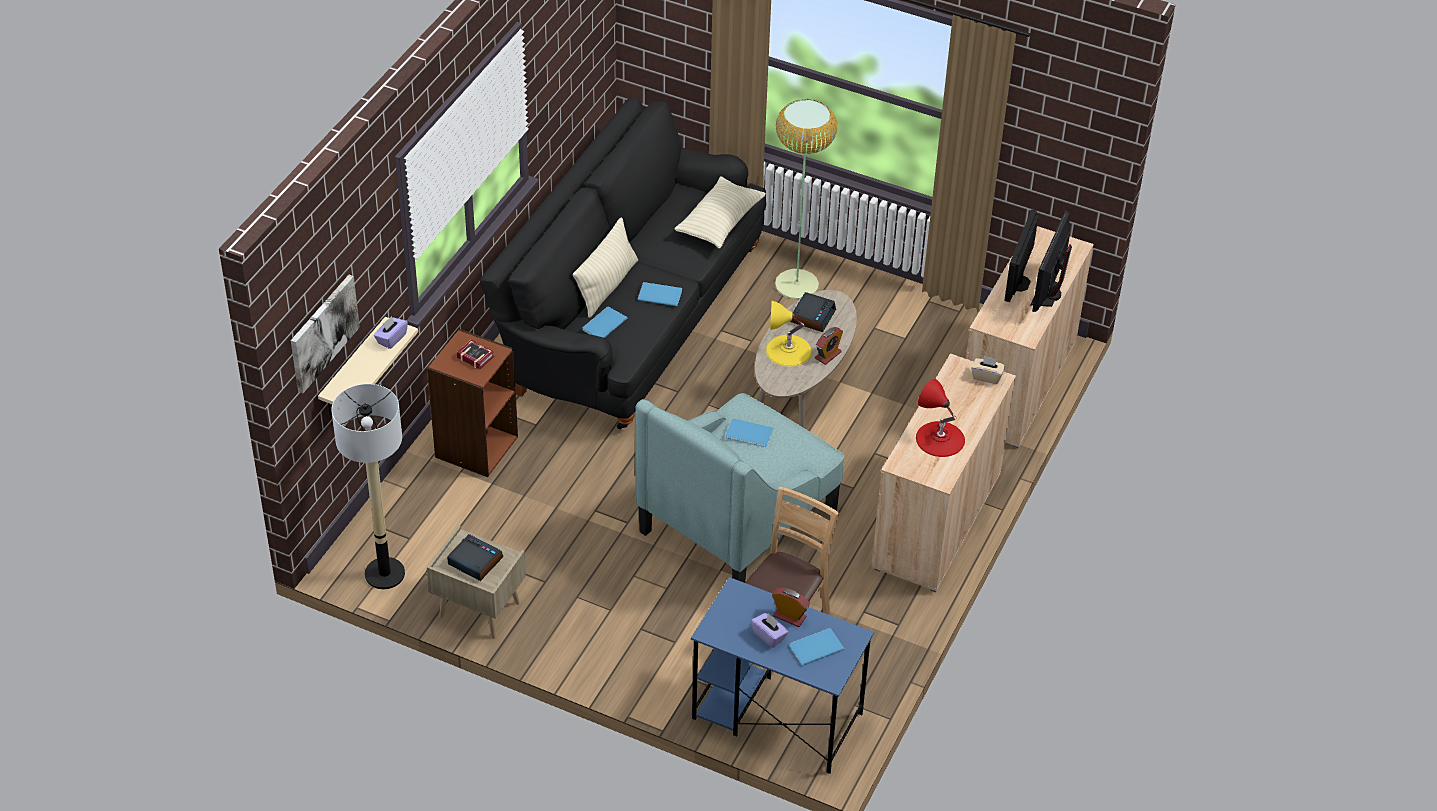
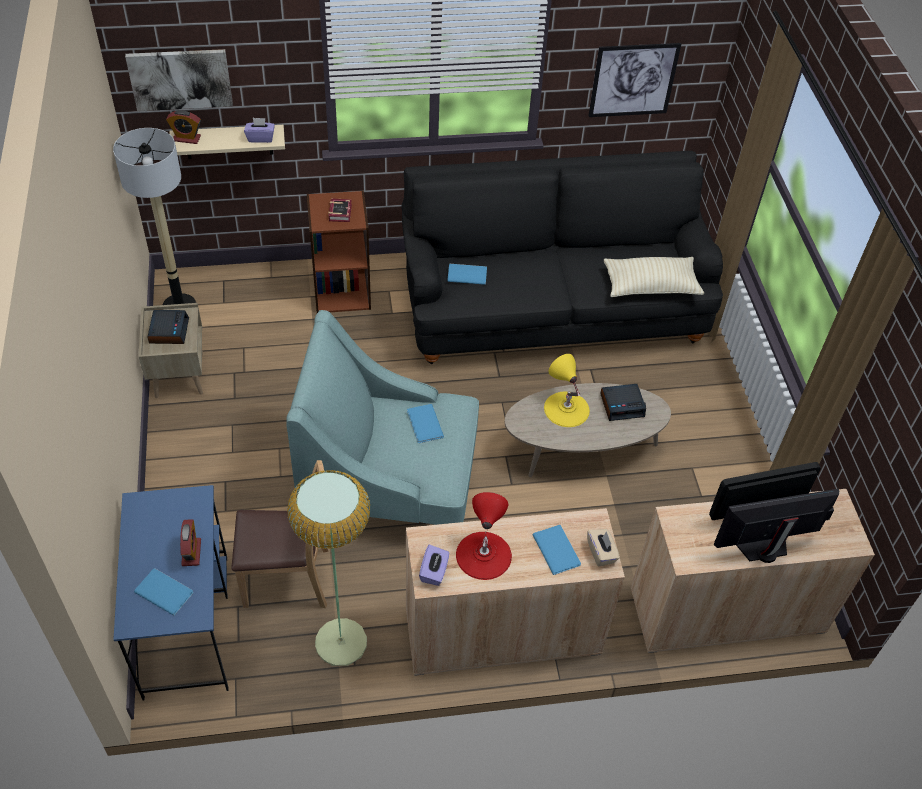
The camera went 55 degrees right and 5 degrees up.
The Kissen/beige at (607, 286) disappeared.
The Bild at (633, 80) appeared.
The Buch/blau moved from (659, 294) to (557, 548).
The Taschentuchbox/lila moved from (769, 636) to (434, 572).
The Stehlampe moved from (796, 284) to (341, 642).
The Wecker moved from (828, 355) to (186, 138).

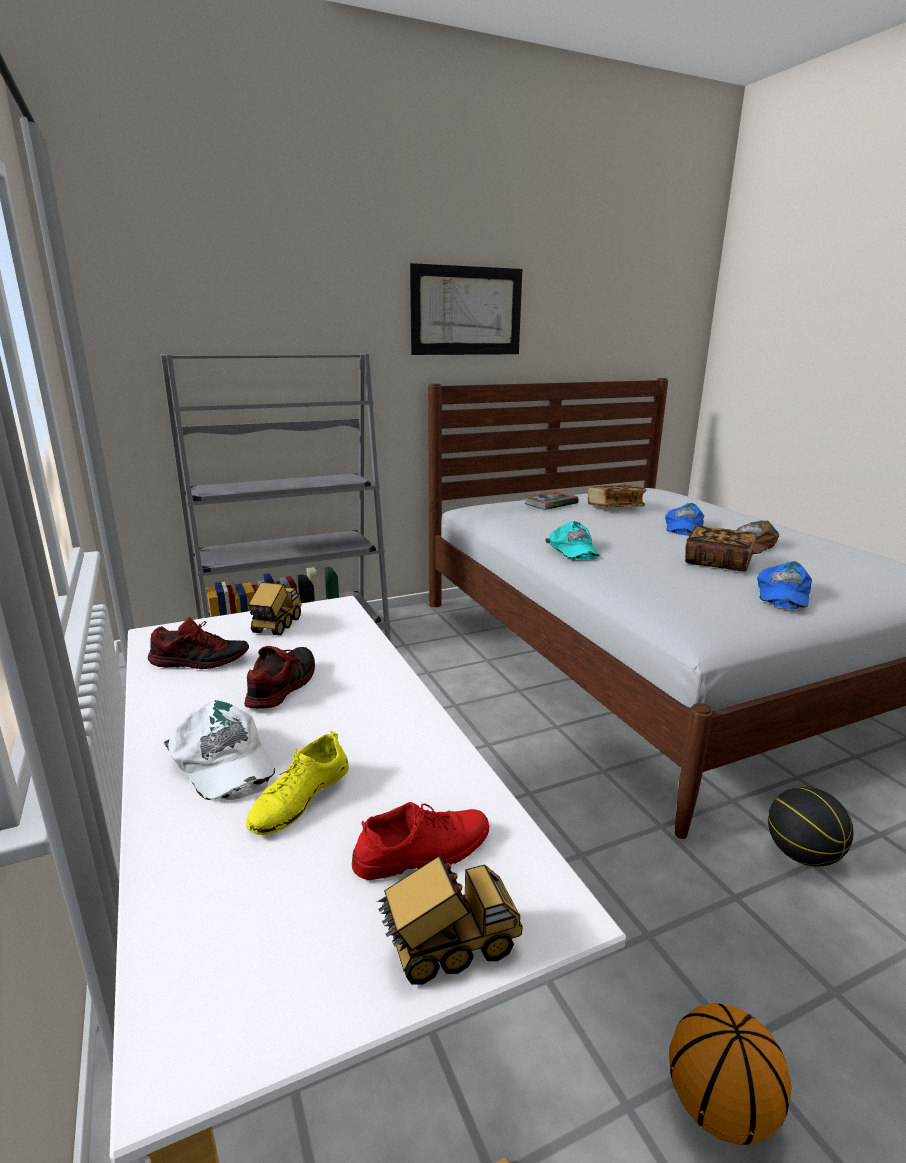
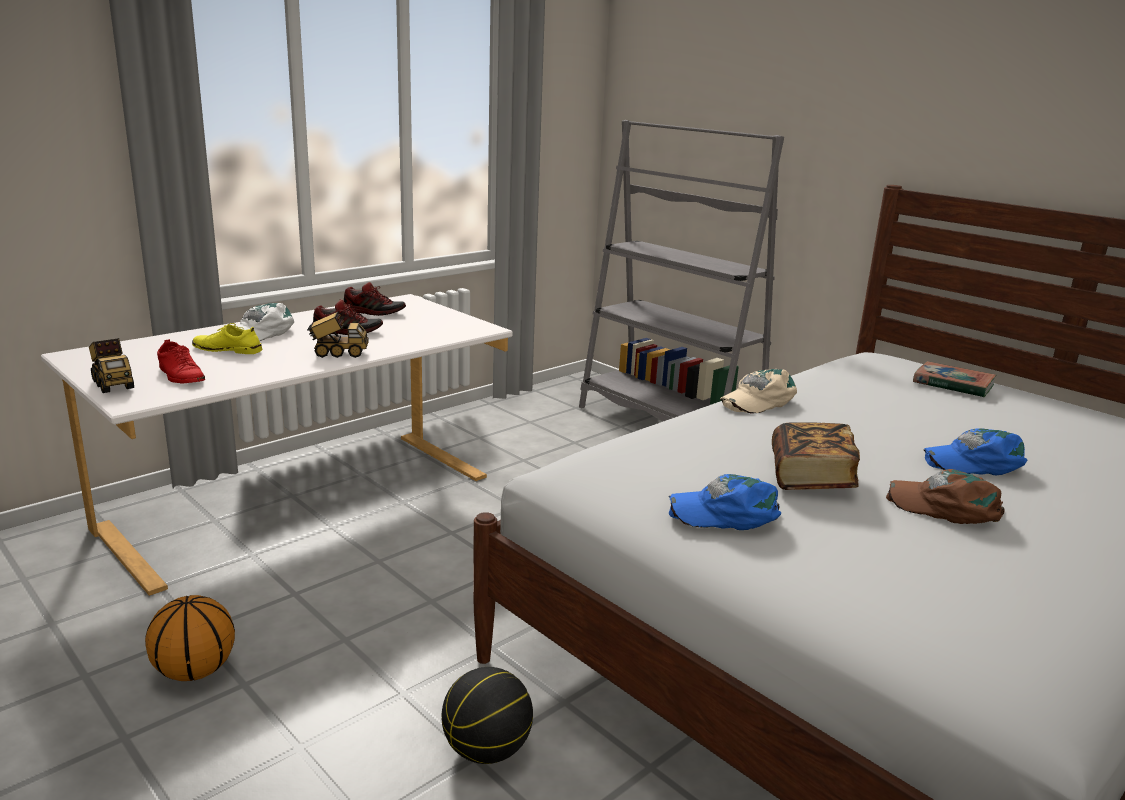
The camera went 70 degrees right and 0 degrees up.
The Bild at (466, 311) disappeared.
The Buch at (615, 508) disappeared.
The Spielzeuglaster moved from (276, 626) to (339, 353).
The Kappe/türkis at (573, 549) became the Kappe/beige at (757, 400).
The Schuh at (200, 661) turned 60 degrees counterclockwise.

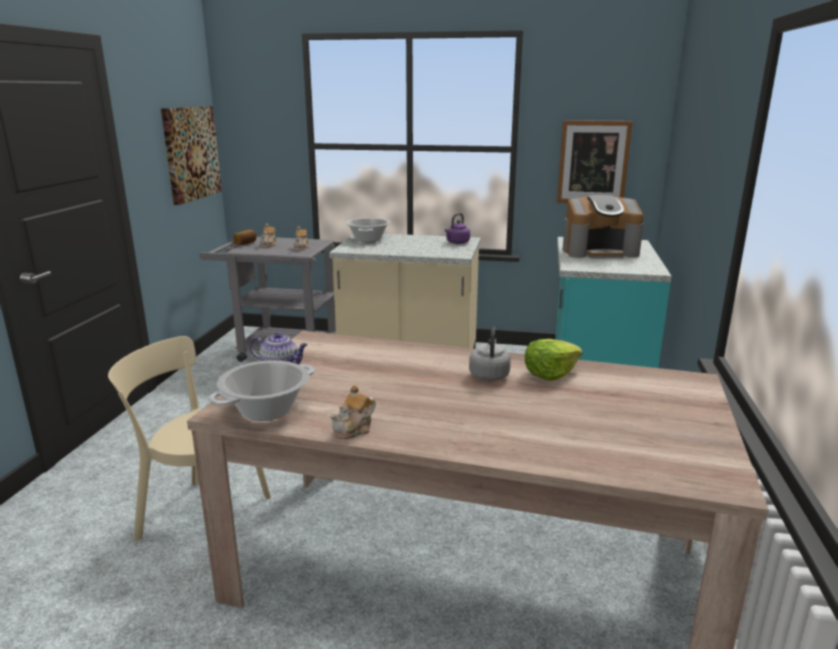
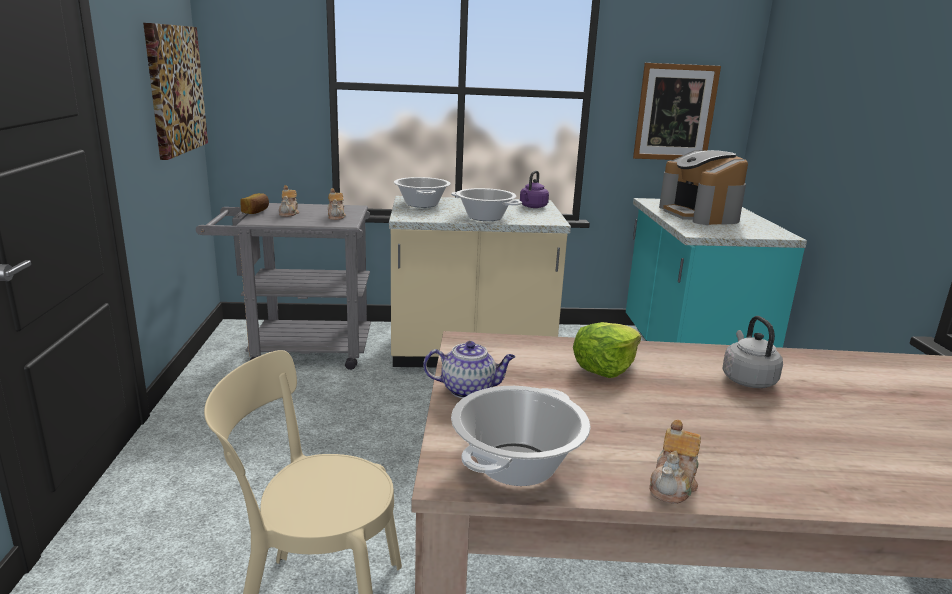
The camera went 15 degrees left and 0 degrees up.
The Kochtopf at (485, 217) appeared.
The Salatkopf moved from (550, 373) to (604, 367).
The Kaffeemaschine at (599, 251) turned 90 degrees clockwise.

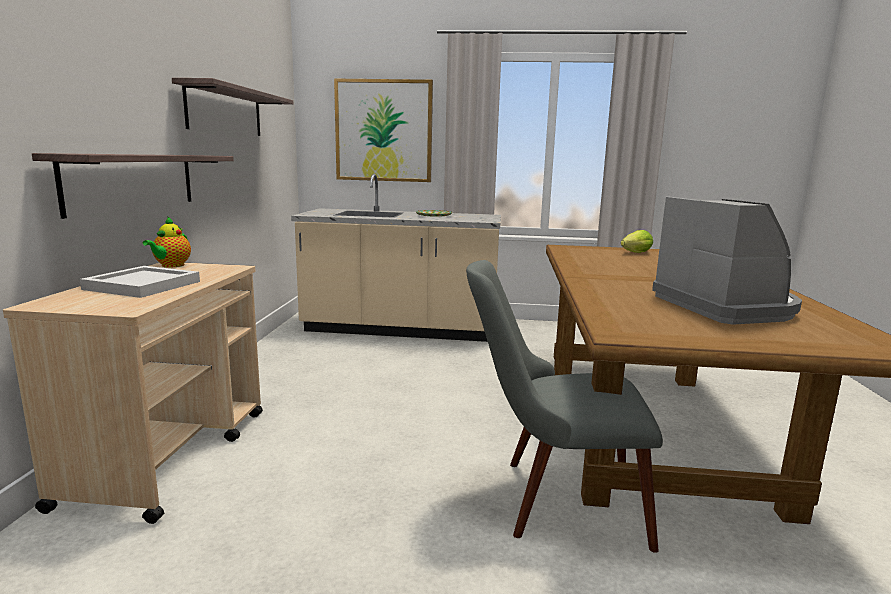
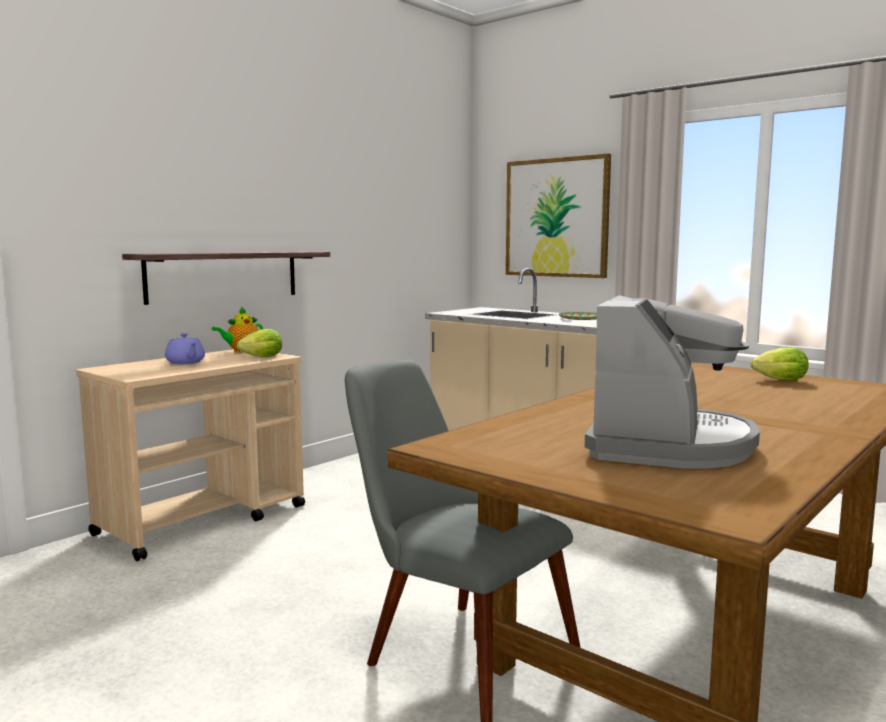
The camera went 35 degrees right and 5 degrees down.
The Wandregal at (225, 111) disappeared.
The Salatkopf at (259, 357) appeared.
The Tablett/weiß at (143, 285) was replaced by the Teekanne/lila at (186, 363).

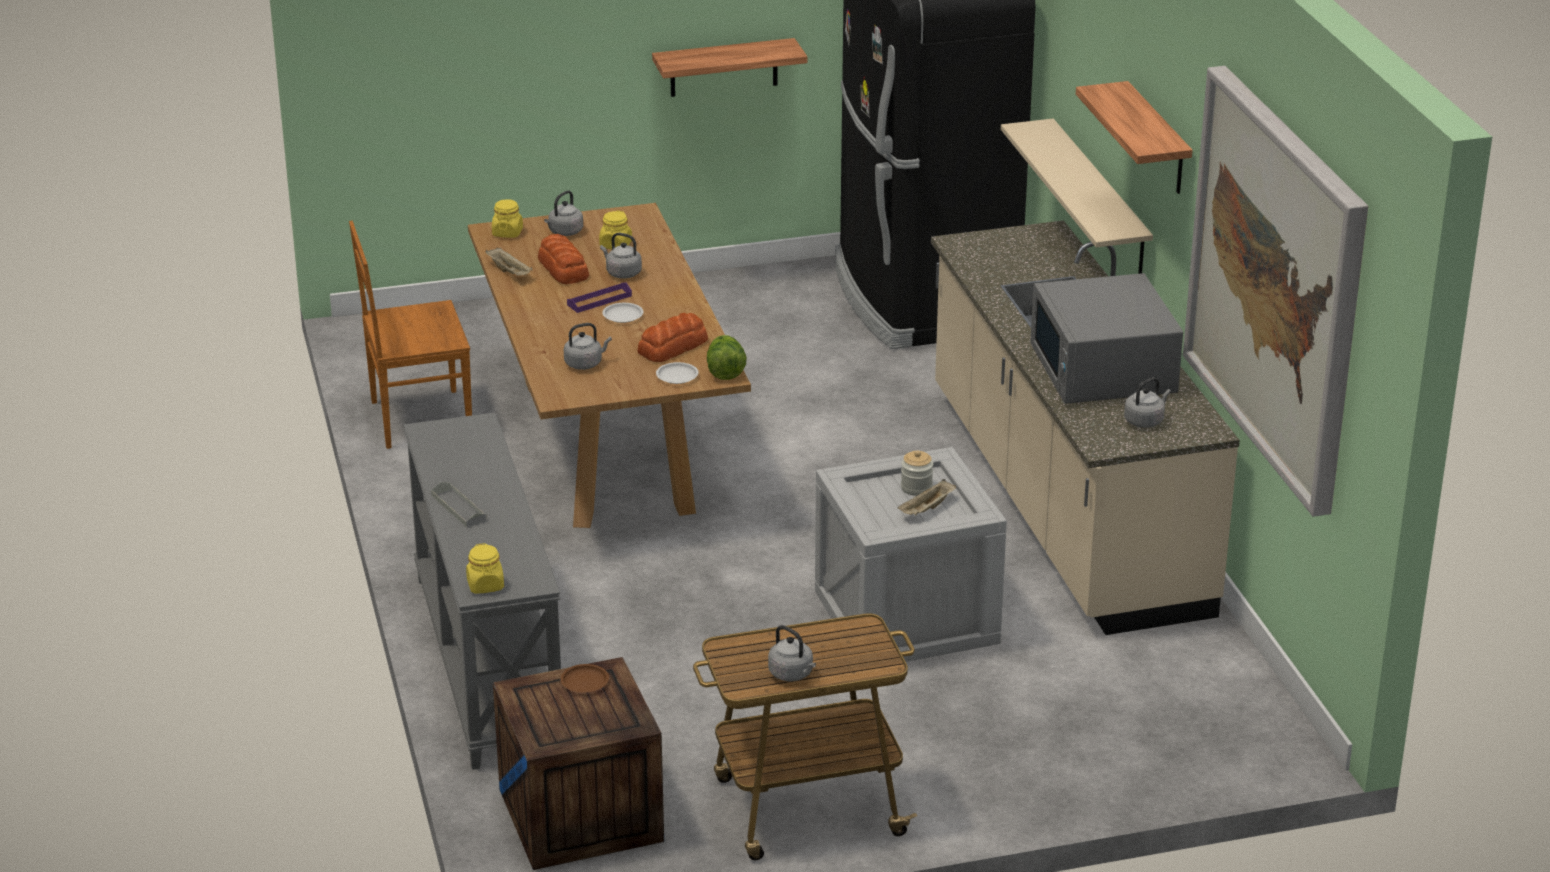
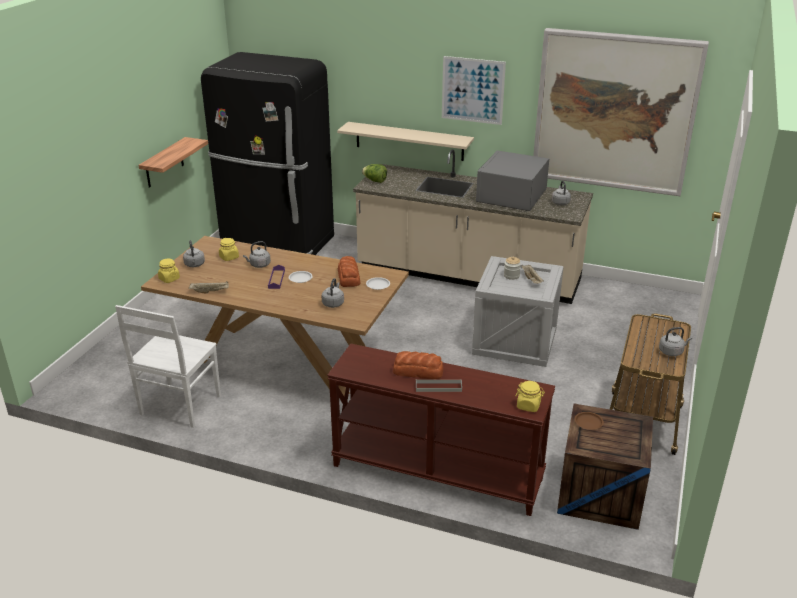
The camera went 55 degrees left and 0 degrees up.
The Brot moved from (563, 269) to (418, 371).
The Salatkopf moved from (725, 371) to (375, 181).
The Wandregal at (1157, 140) was replaced by the Bild at (472, 90).
The Stuhl/braun at (417, 419) became the Stuhl/weiß at (179, 406).
The Konsolentisch/grau at (485, 663) became the Konsolentisch/braun at (436, 473).
The Mikrowelle/grau at (1102, 371) turned 90 degrees clockwise.

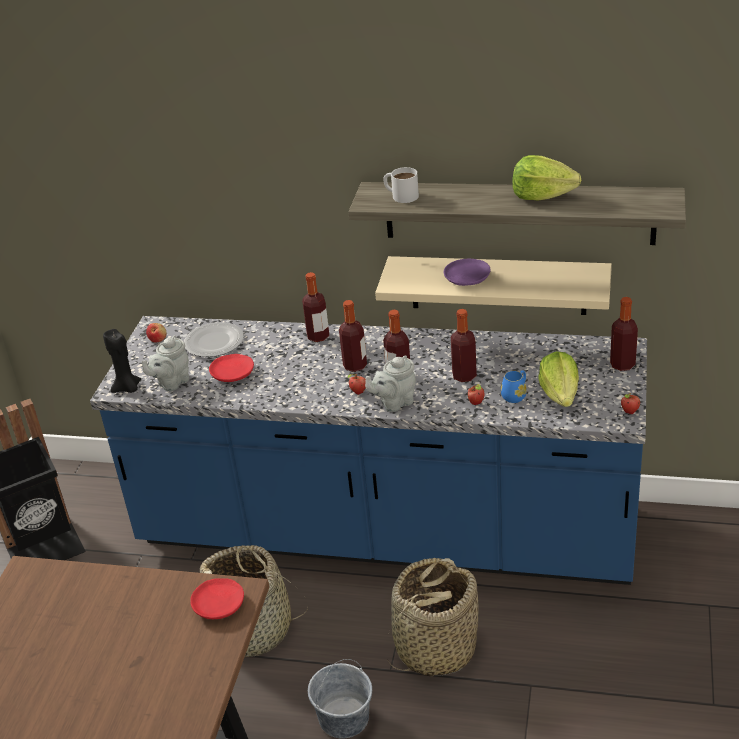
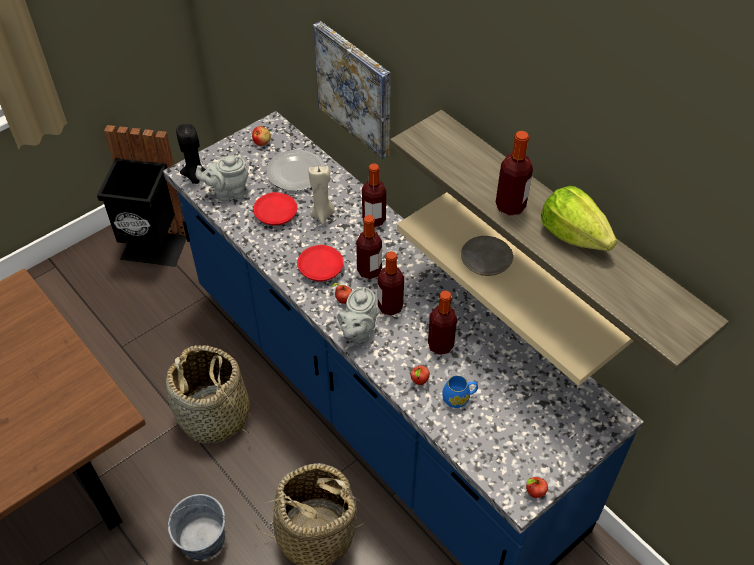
The camera went 35 degrees right and 15 degrees up.
The Henkelbecher/weiß at (400, 195) disappeared.
The Salatkopf at (560, 395) disappeared.
The Kerze/beige at (322, 215) appeared.
The Bild at (355, 89) appeared.
The Teller/rot moved from (219, 605) to (321, 268).
The Flasche moved from (622, 364) to (510, 206).
The Teller/lila at (466, 279) became the Teller/beige at (485, 261).
The Teekanne/grau at (394, 403) turned 75 degrees counterclockwise.

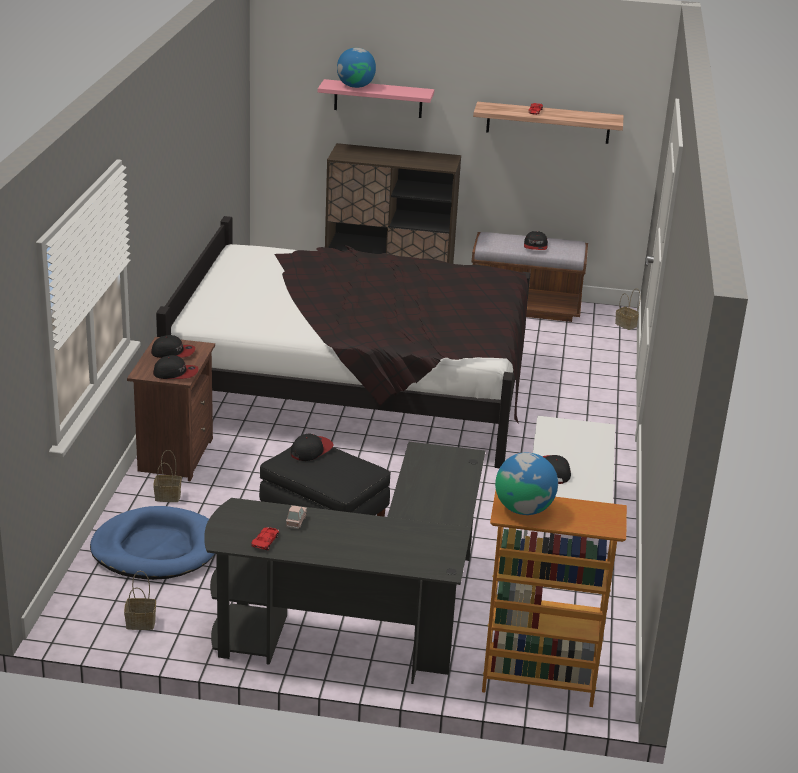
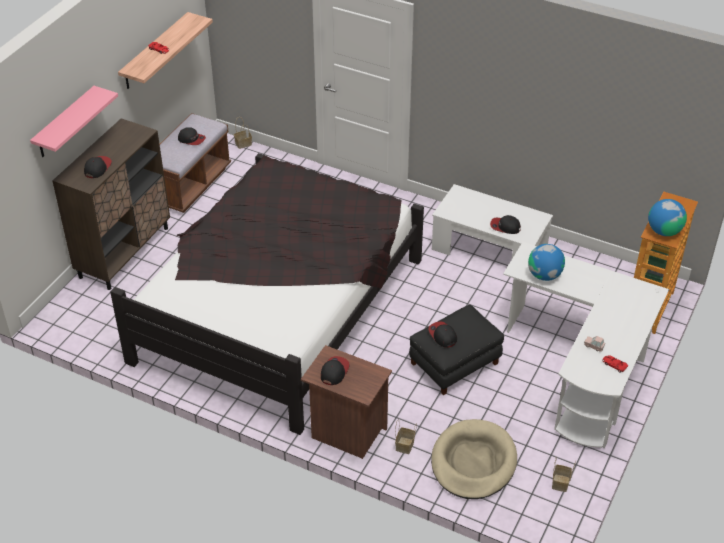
The camera went 70 degrees left and 15 degrees up.
The Kappe moved from (176, 373) to (97, 168).
The Globus moved from (355, 86) to (544, 275).
The Hundebett/blau at (156, 549) became the Hundebett/beige at (473, 462).
The Schreibtisch/schwarz at (367, 625) became the Schreibtisch/weiß at (583, 369).

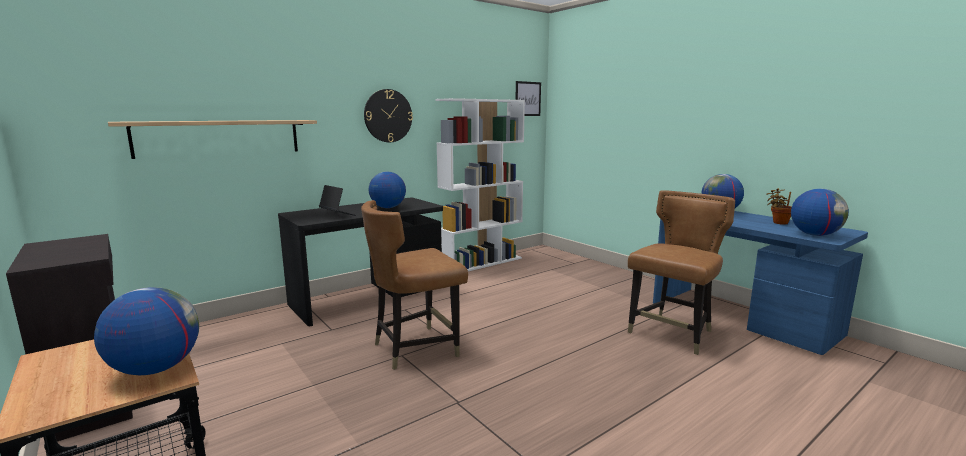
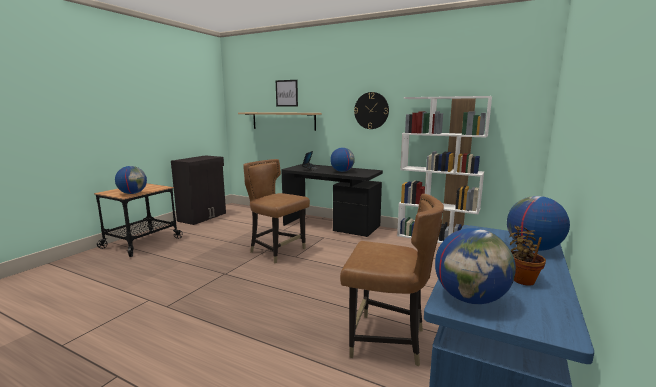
The camera went 65 degrees right and 0 degrees up.
The Bild moved from (527, 99) to (286, 93).

